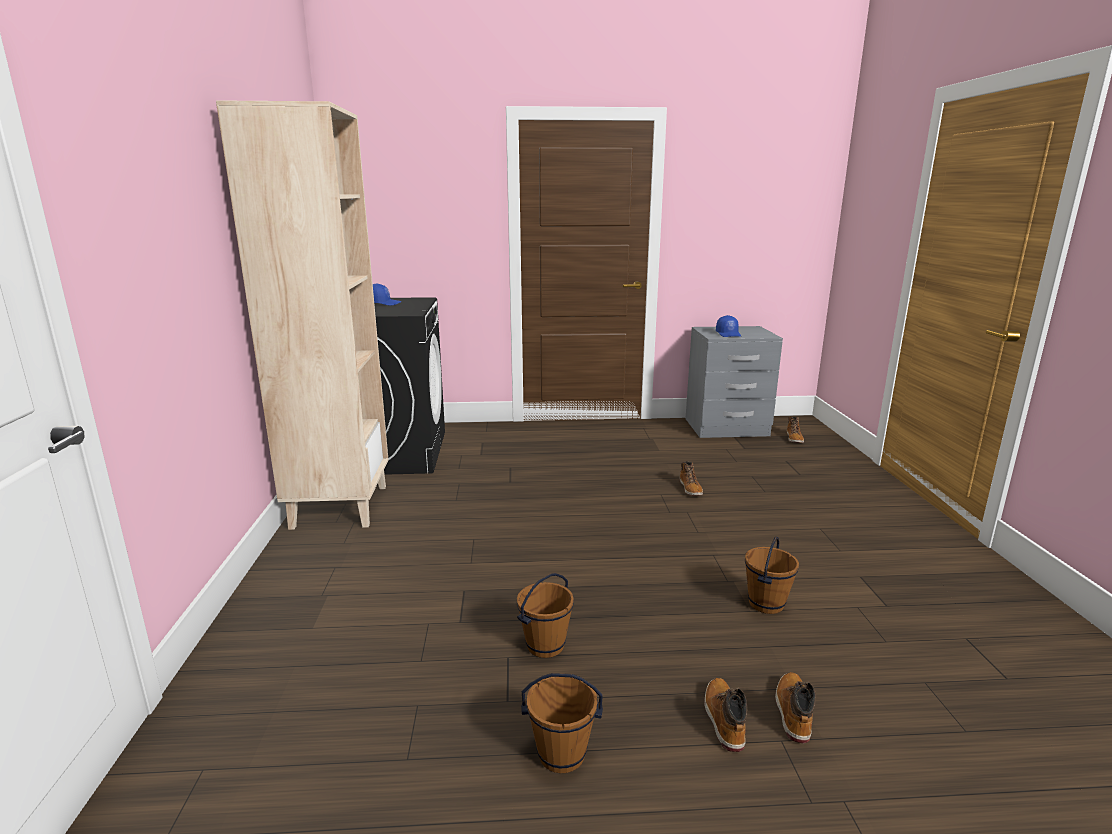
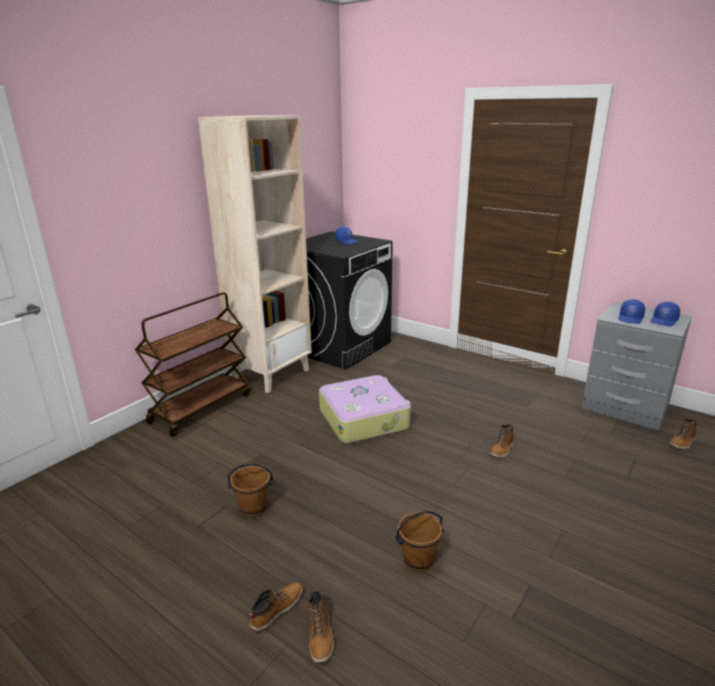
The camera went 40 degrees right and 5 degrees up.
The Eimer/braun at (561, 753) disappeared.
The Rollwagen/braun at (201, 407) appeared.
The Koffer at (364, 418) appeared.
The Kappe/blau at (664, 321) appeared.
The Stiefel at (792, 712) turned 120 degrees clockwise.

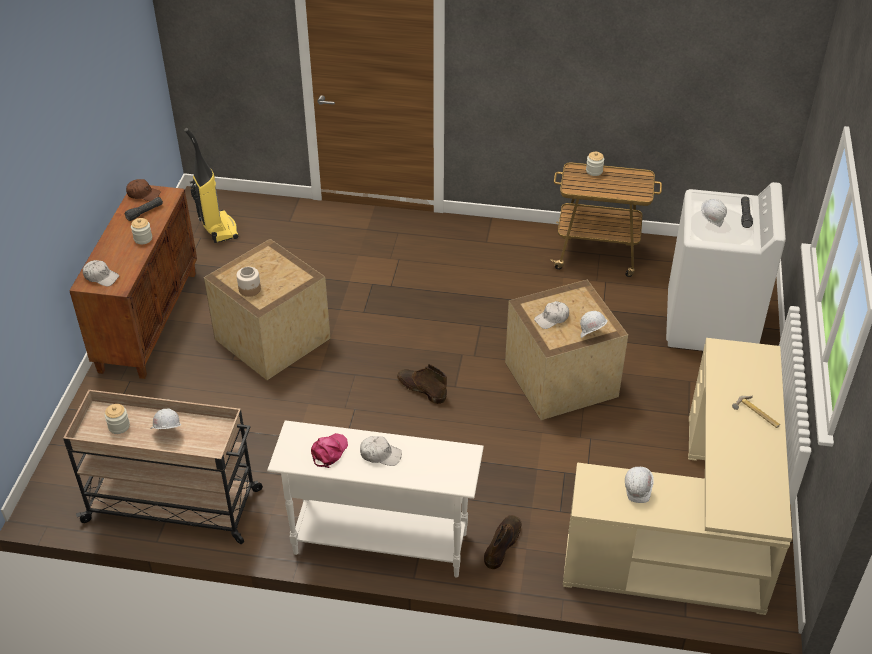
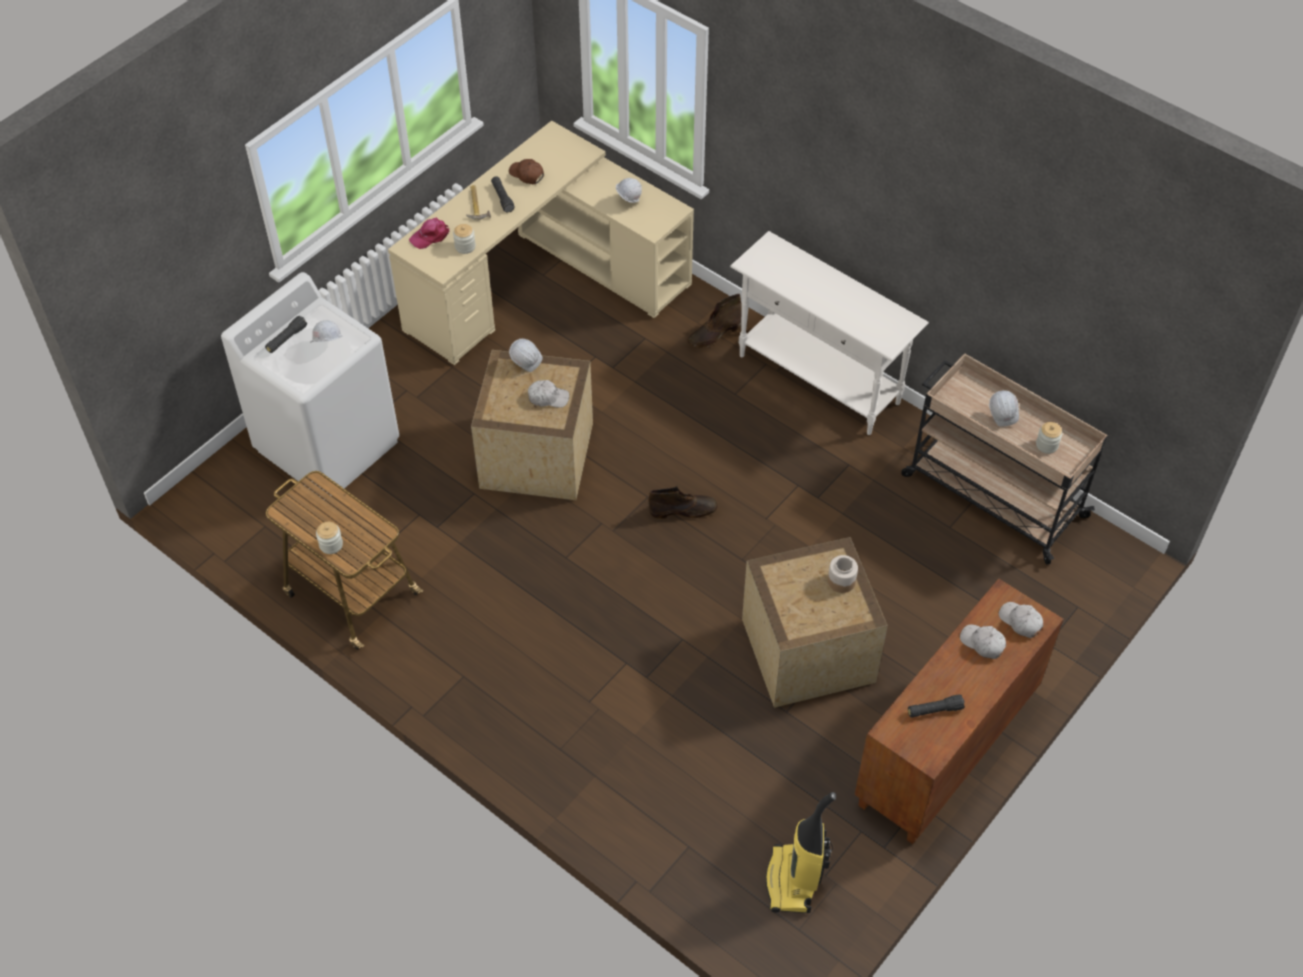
The camera went 150 degrees left and 10 degrees up.
The Taschenlampe/schwarz at (502, 198) appeared.
The Kappe/braun moved from (143, 194) to (526, 175).
The Vorratsglas moved from (143, 239) to (465, 246).
The Kappe/rosa moved from (329, 452) to (430, 236).
The Kappe/weiß moved from (380, 454) to (982, 643).
The Stiefel/braun at (421, 388) turned 75 degrees counterclockwise.

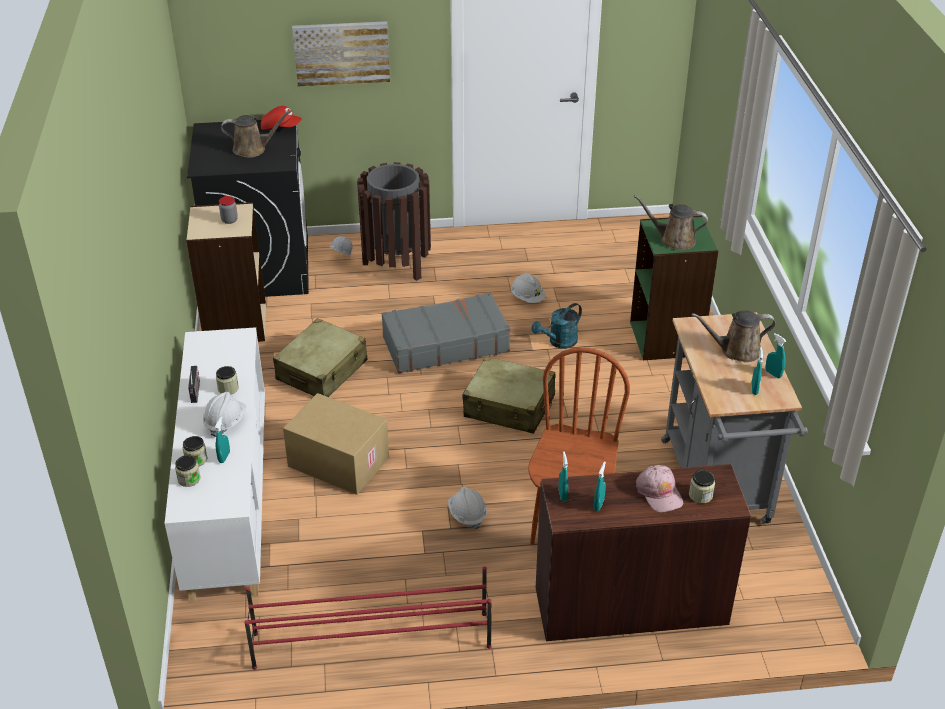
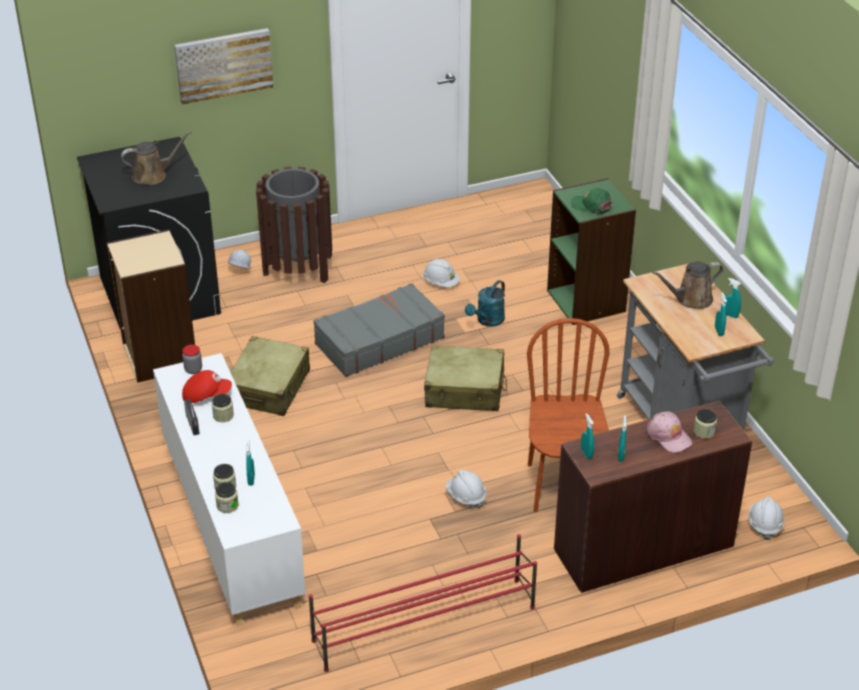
The camera went 15 degrees left and 0 degrees up.
The Karton at (337, 462) disappeared.
The Schutzhelm/weiß moved from (225, 422) to (764, 524).
The Vorratsglas moved from (229, 220) to (193, 369).
The Kappe/rot moved from (281, 128) to (206, 395).
The Gießkanne/braun at (674, 240) was replaced by the Kappe/grün at (592, 205).

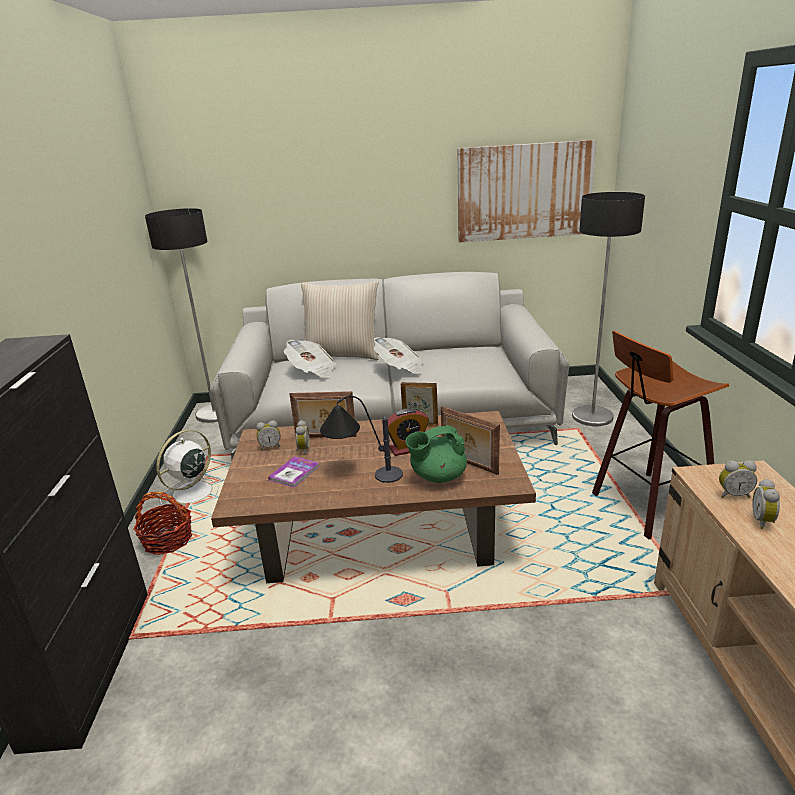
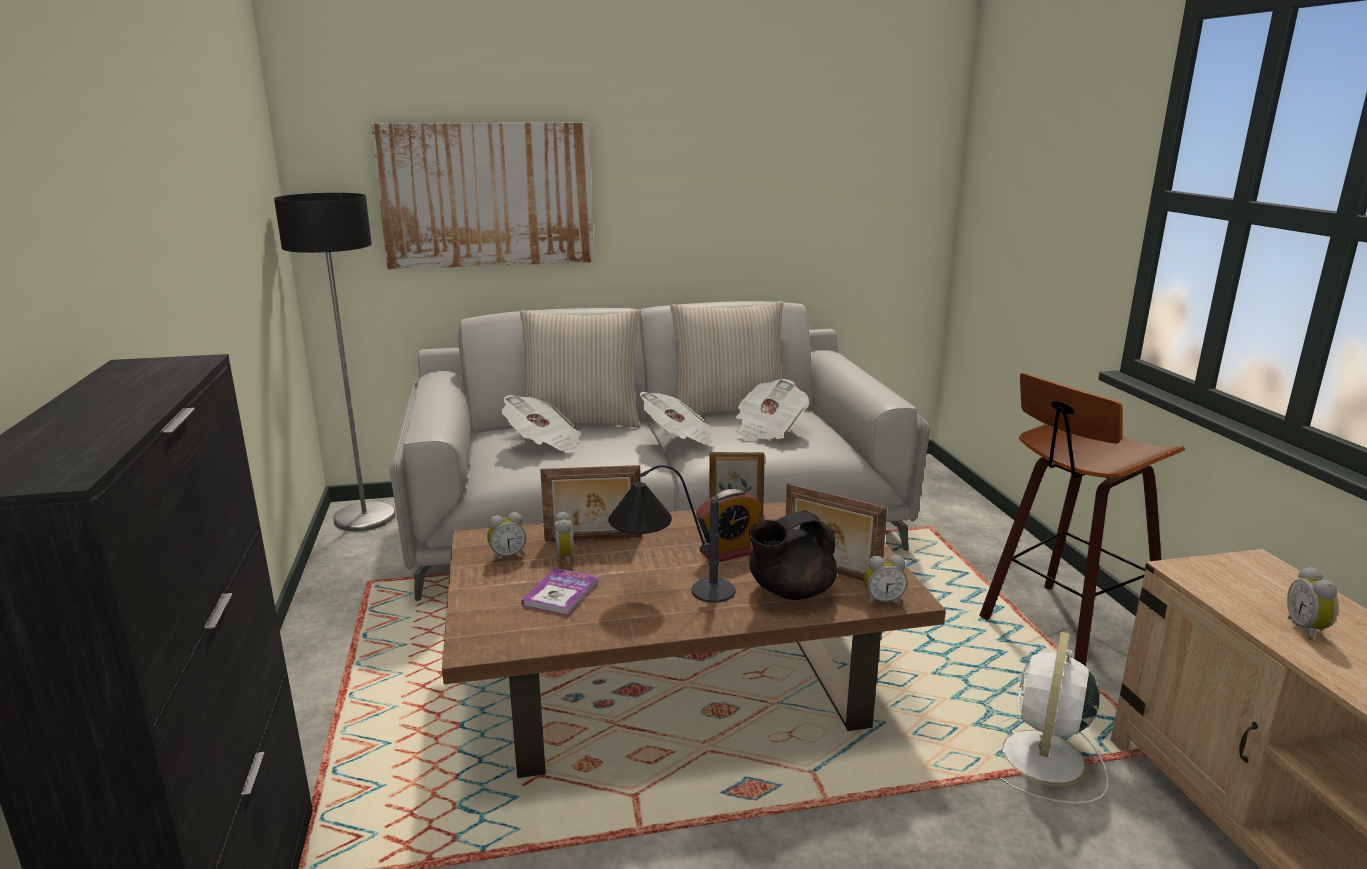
The camera went 10 degrees left and 5 degrees down.
The Korb at (168, 540) disappeared.
The Stehlampe at (592, 416) disappeared.
The Kissen/beige at (728, 409) appeared.
The Zeitung at (767, 430) appeared.
The Ventilator/weiß moved from (190, 494) to (1043, 760).
The Bild moved from (524, 192) to (487, 195).
The Wecker moved from (733, 494) to (882, 601).
The Teekanne/grün at (437, 477) became the Teekanne/schwarz at (790, 591).

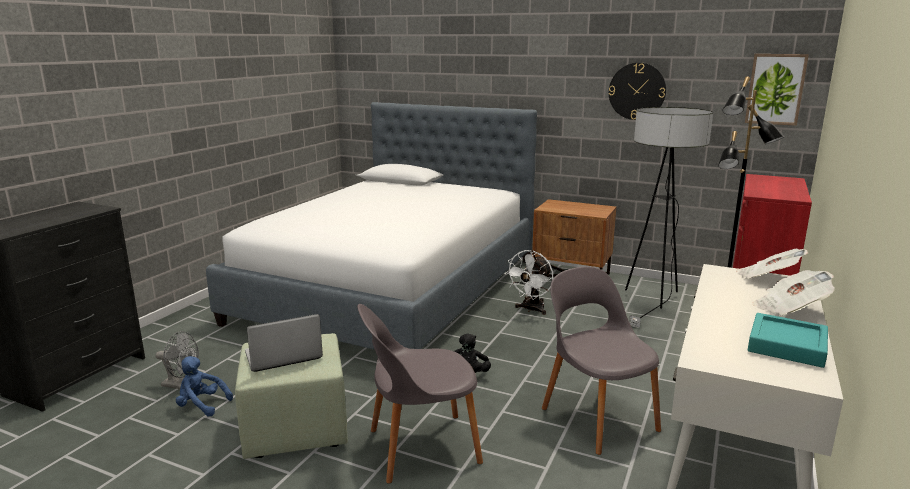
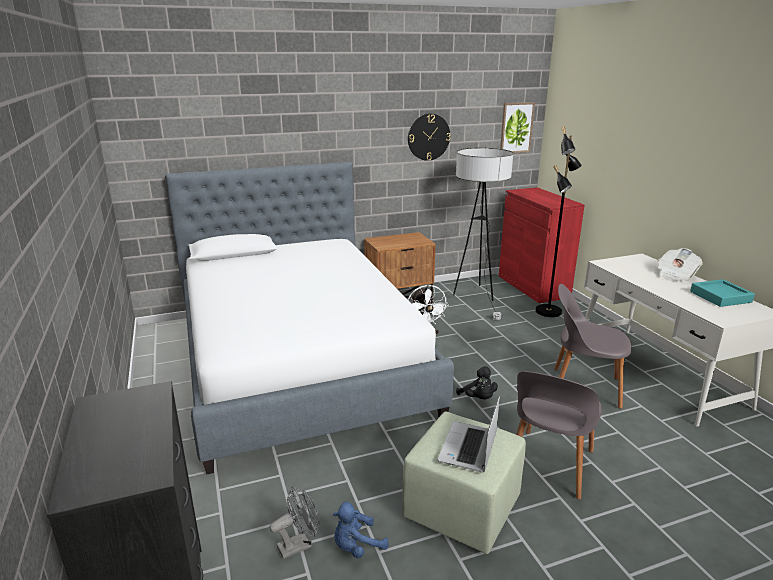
The camera went 45 degrees left and 5 degrees up.
The Zeitung at (767, 278) disappeared.

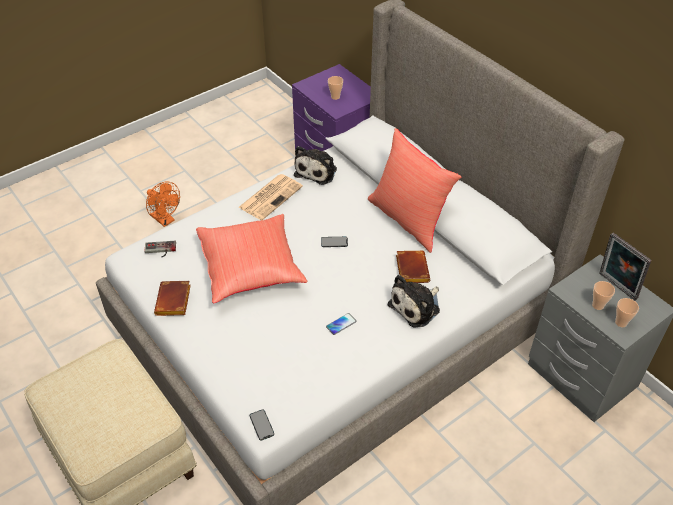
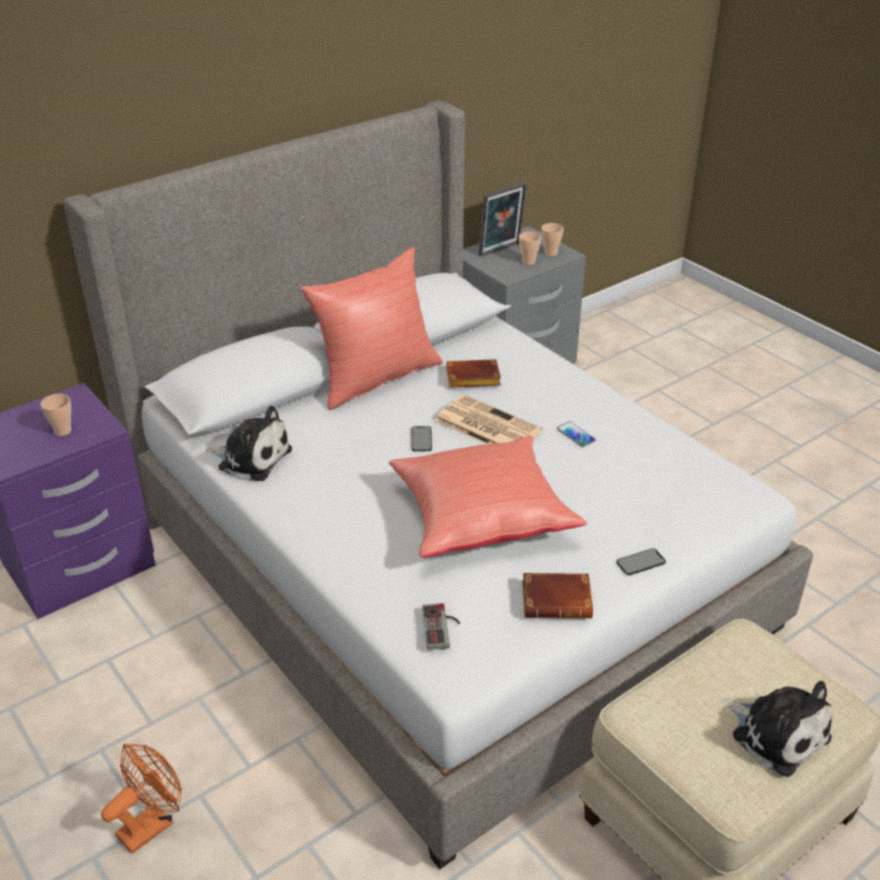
The camera went 90 degrees left and 10 degrees down.
The Zeitung moved from (271, 196) to (486, 426).
The Handy moved from (261, 425) to (641, 562).
The Plüschtier moved from (416, 306) to (776, 733).

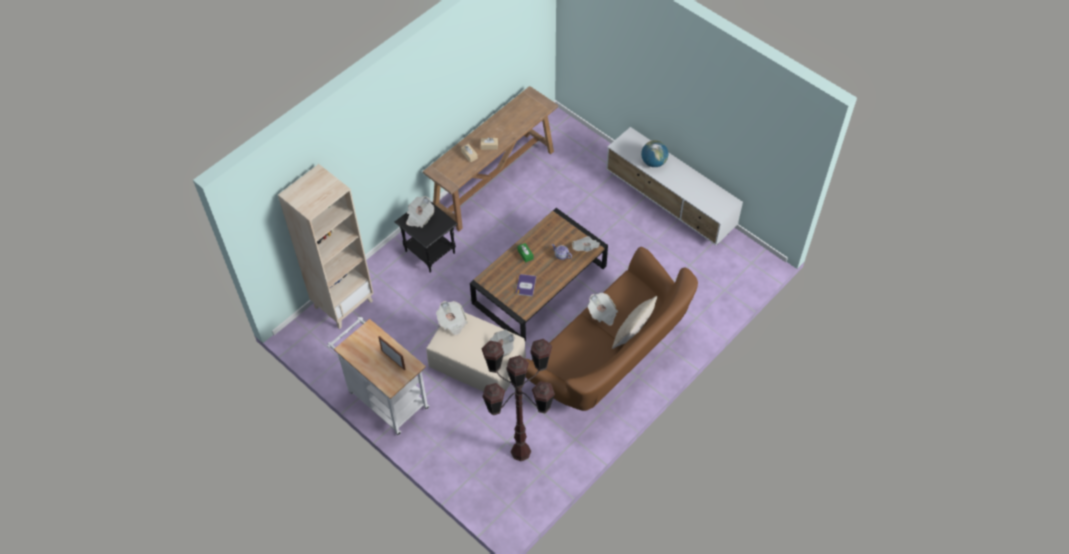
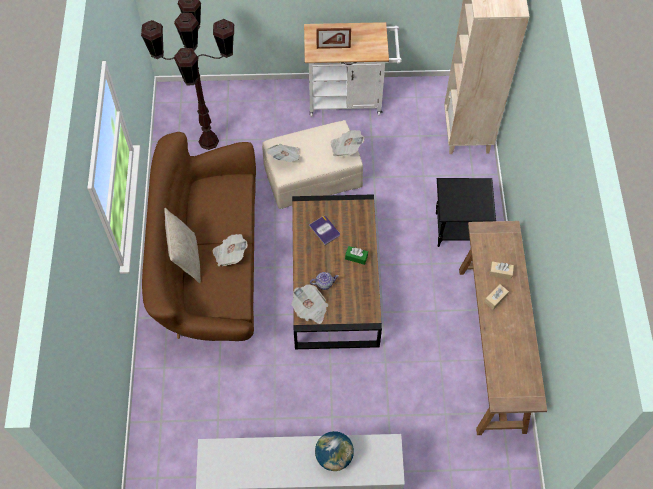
The camera went 135 degrees right and 5 degrees up.
The Zeitung at (419, 217) disappeared.

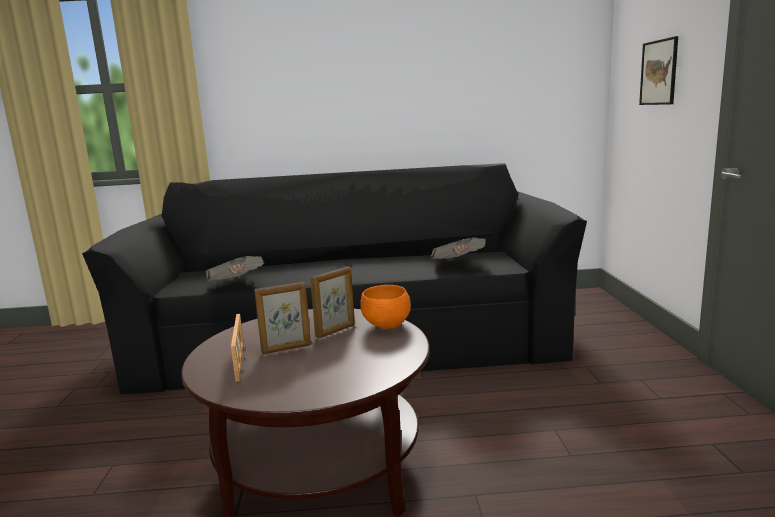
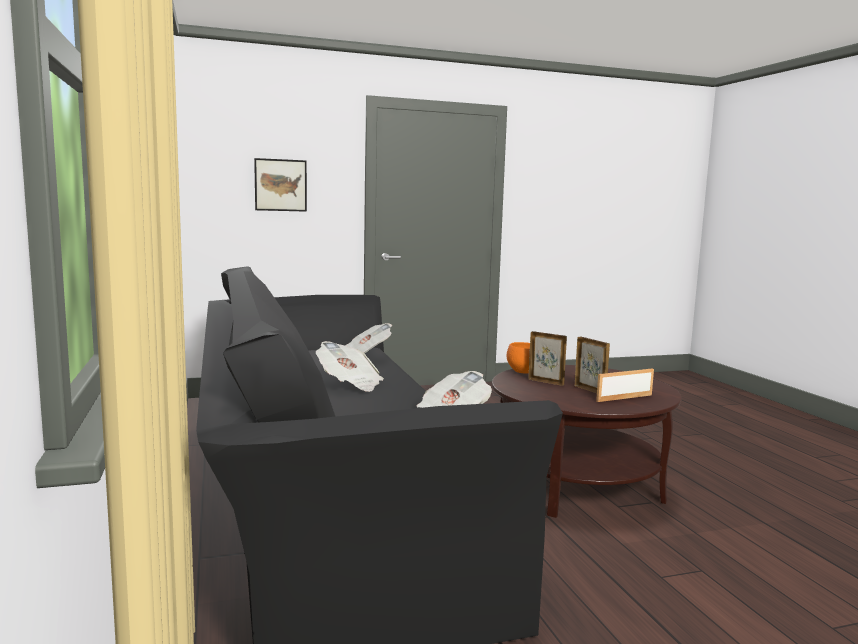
The camera went 105 degrees left and 5 degrees down.
The Zeitung at (350, 384) appeared.

